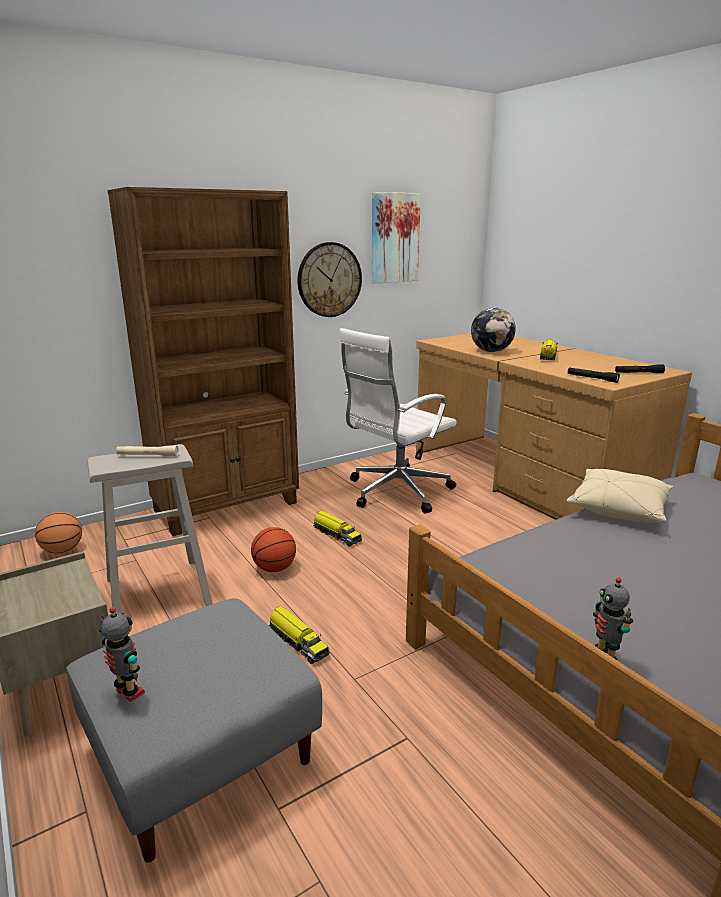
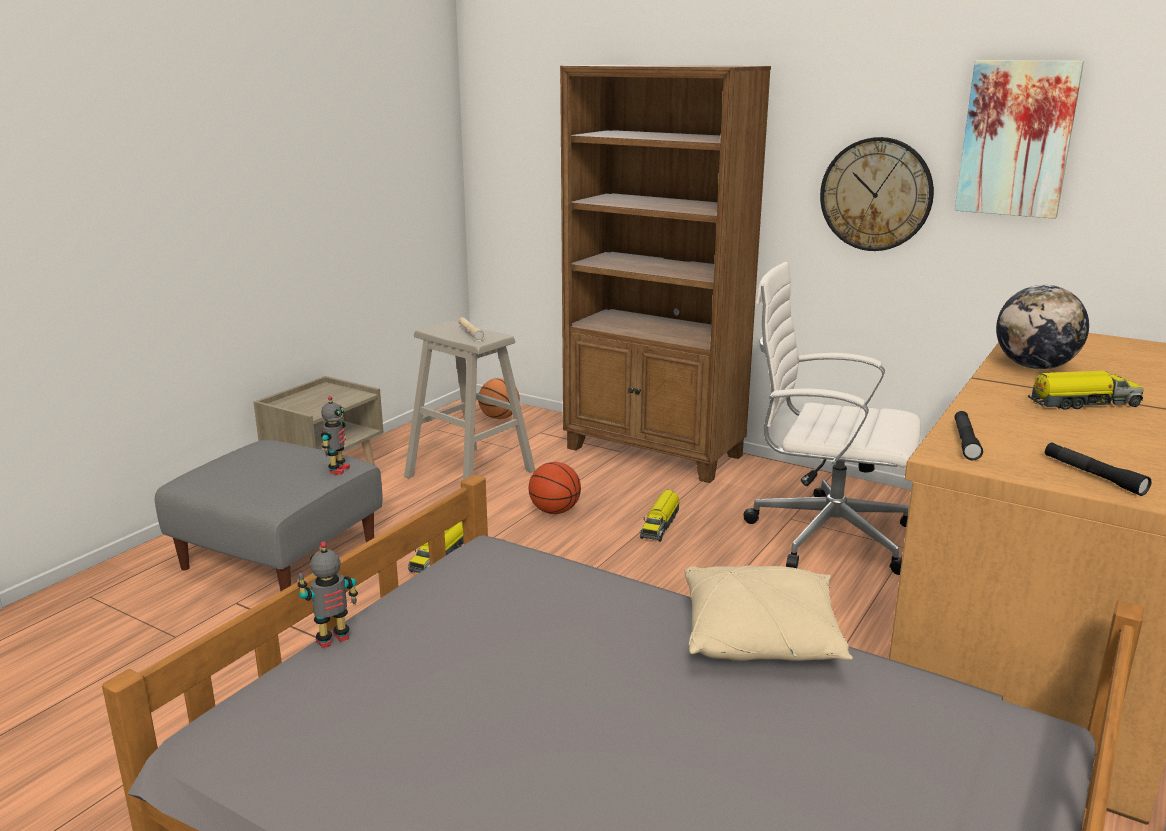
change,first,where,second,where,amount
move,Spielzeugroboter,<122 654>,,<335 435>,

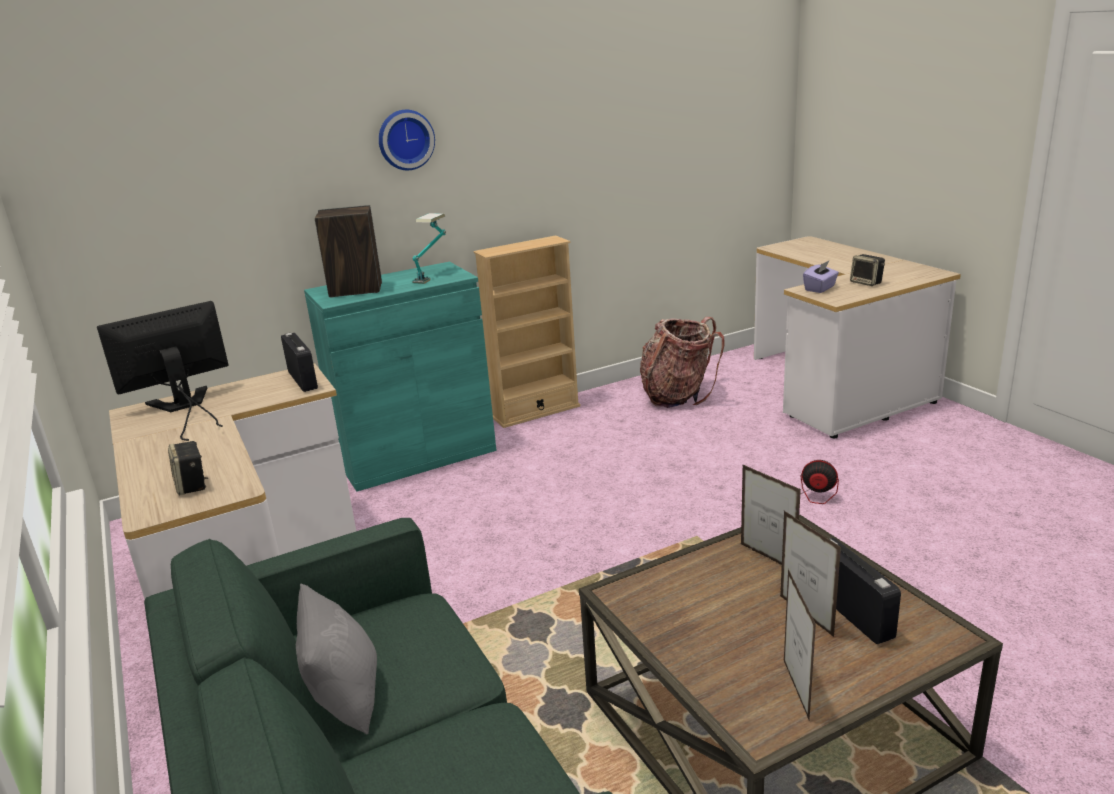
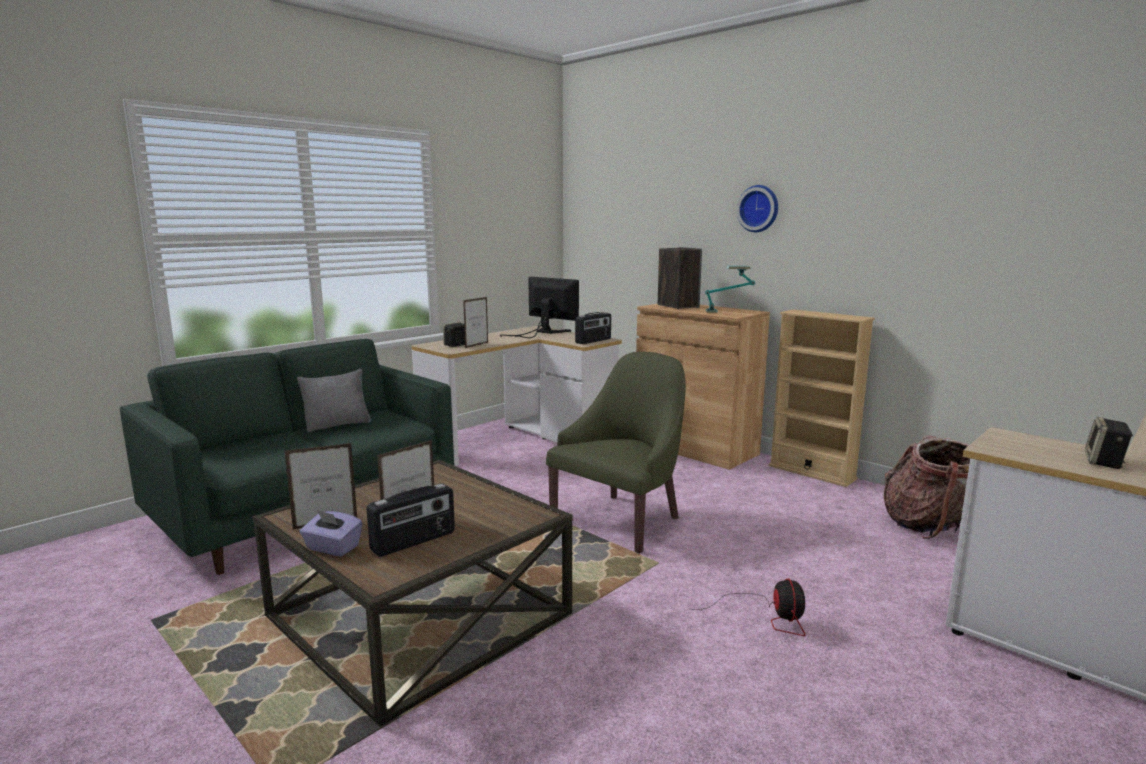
change,first,where,second,where,amount
move,Taschentuchbox [lila],<821 277>,,<331 533>,
recolor,Schrank [türkis],<400 377>,Schrank [braun],<703 387>,
move,Bilderrahmen,<771 514>,,<475 322>,
insert,,,Sessel [grün],<616 452>,

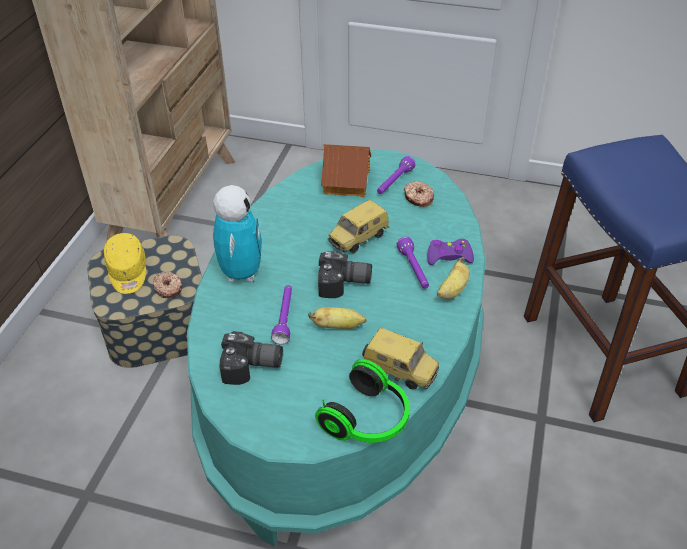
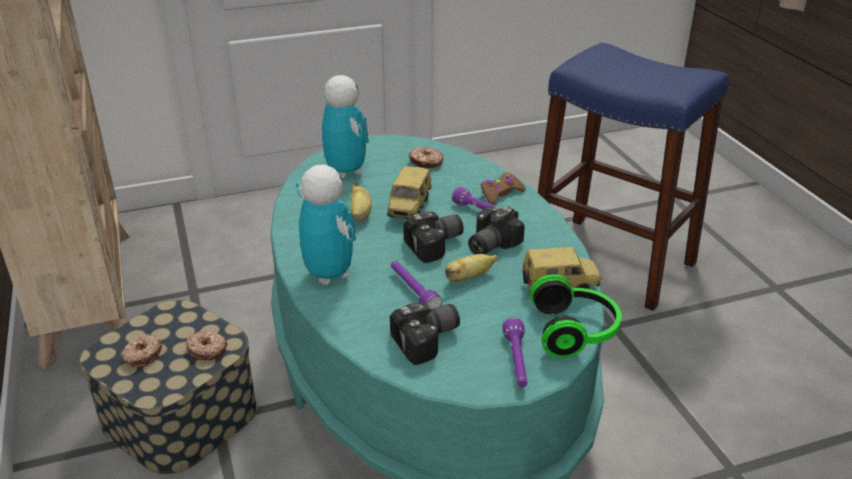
change,first,where,second,where,amount
replace,Spielzeughaus,<346 170>,Spielzeugroboter,<345 126>,
move,Taschenlampe [lila],<396 175>,,<515 352>,
replace,Kappe [gelb],<125 263>,Donut,<142 351>,
recolor,Gamepad [lila],<451 252>,Gamepad [braun],<503 189>,
move,Banane,<453 278>,,<361 201>,
insert,,,Kamera,<496 230>,

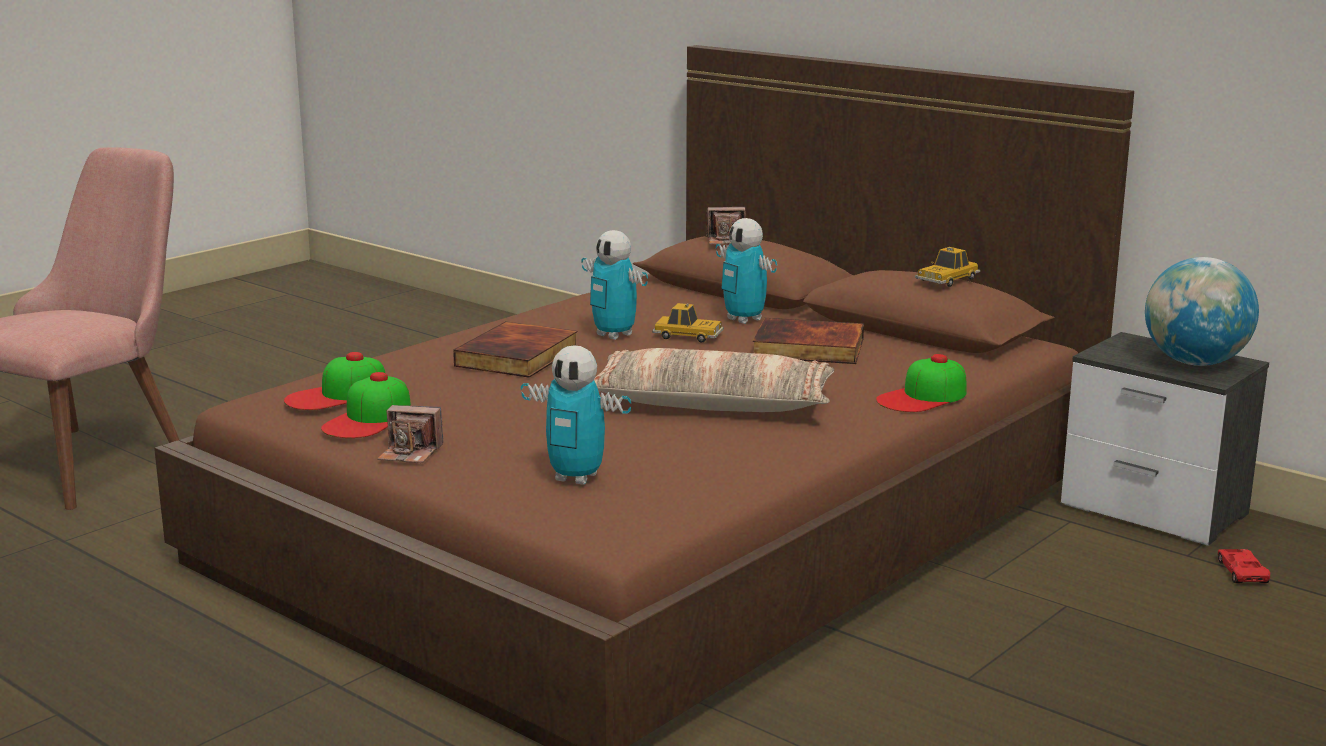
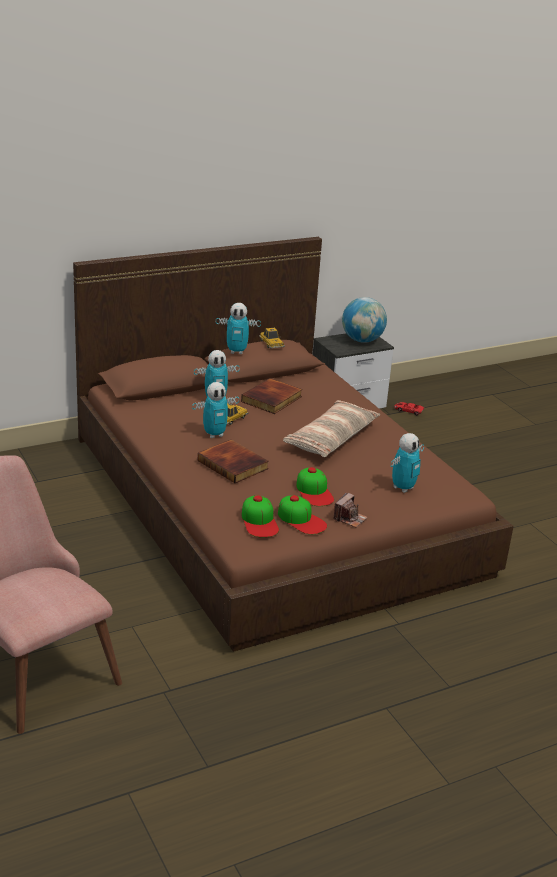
change,first,where,second,where,amount
delete,Kamera,<725 225>,,,
move,Kappe,<921 383>,,<315 486>,
insert,,,Spielzeugroboter,<238 328>,

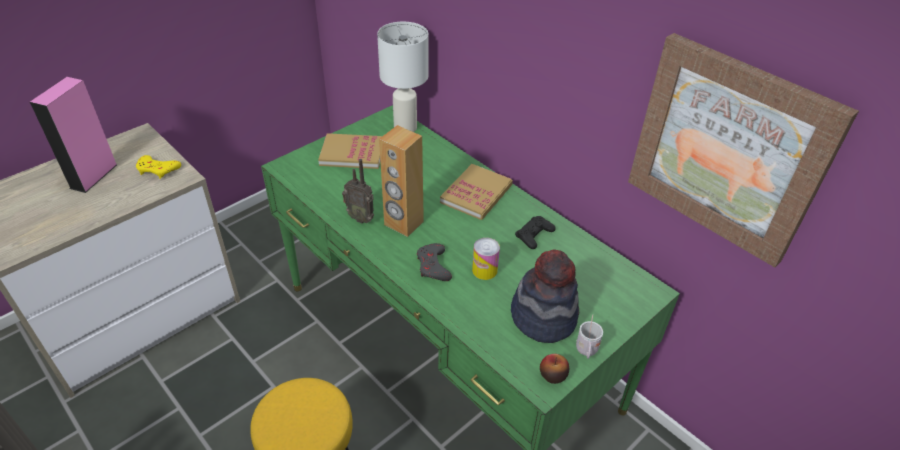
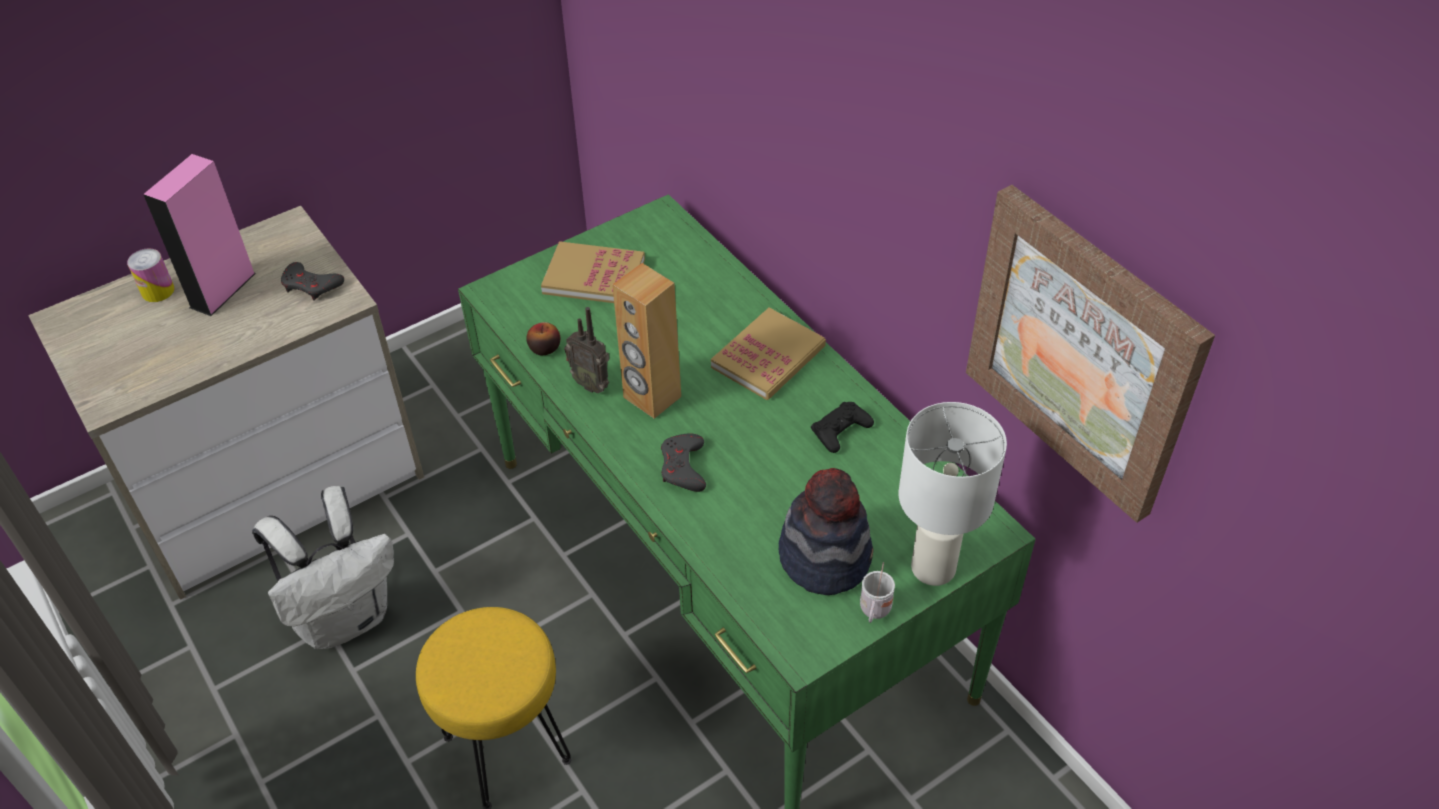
change,first,where,second,where,amount
move,Tischlampe [weiß],<402 77>,,<953 494>,
recolor,Gamepad [gelb],<158 167>,Gamepad [grau],<312 281>,
move,Dose,<486 259>,,<151 275>,
move,Apfel,<554 369>,,<543 338>,
insert,,,Rucksack [weiß],<323 567>,

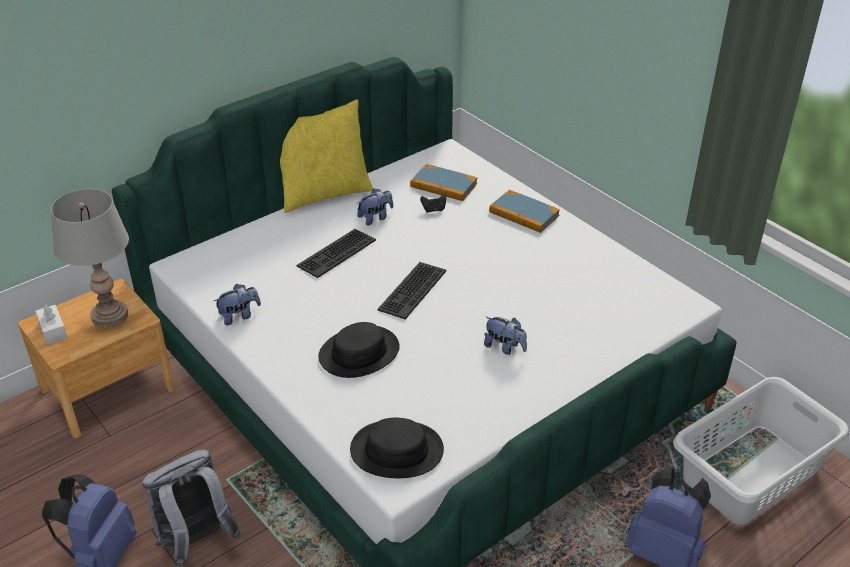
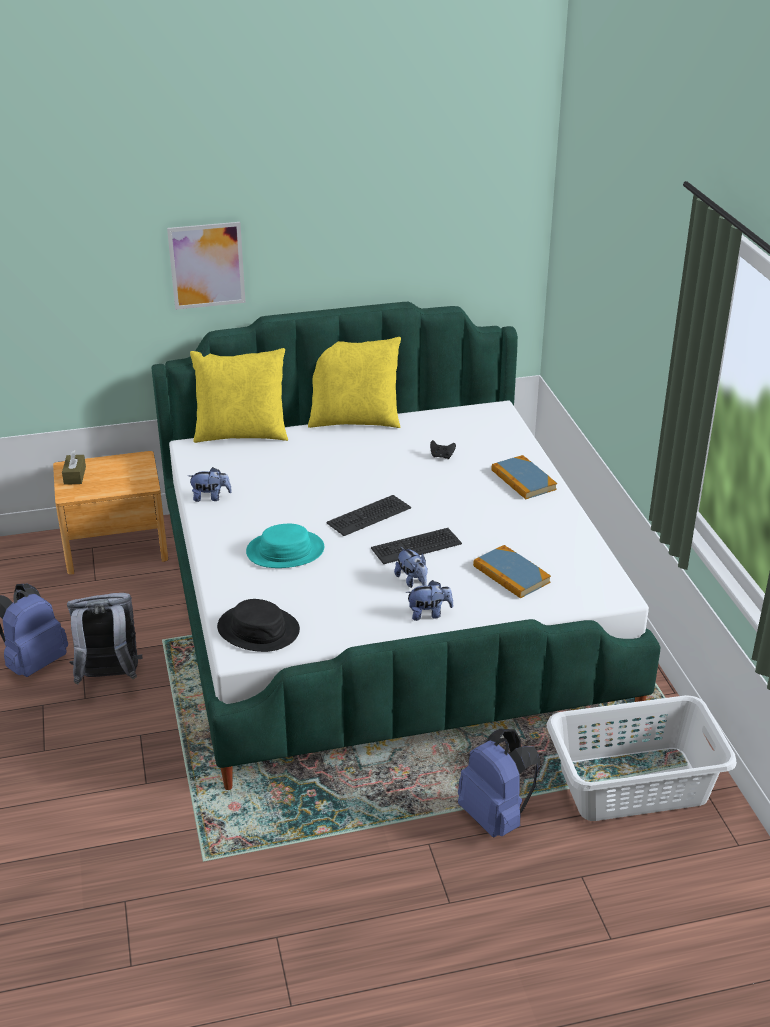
change,first,where,second,where,amount
move,Buch,<443 182>,,<512 572>,
delete,Tischlampe [grau],<90 258>,,,
move,Plüschtier,<375 207>,,<429 600>,
move,Tastatur,<336 253>,,<416 546>,
recolor,Taschentuchbox [weiß],<51 324>,Taschentuchbox [braun],<74 467>,
recolor,Hut [schwarz],<359 350>,Hut [türkis],<285 546>,
insert,,,Bild,<206 266>,
insert,,,Kissen [gelb],<239 395>,

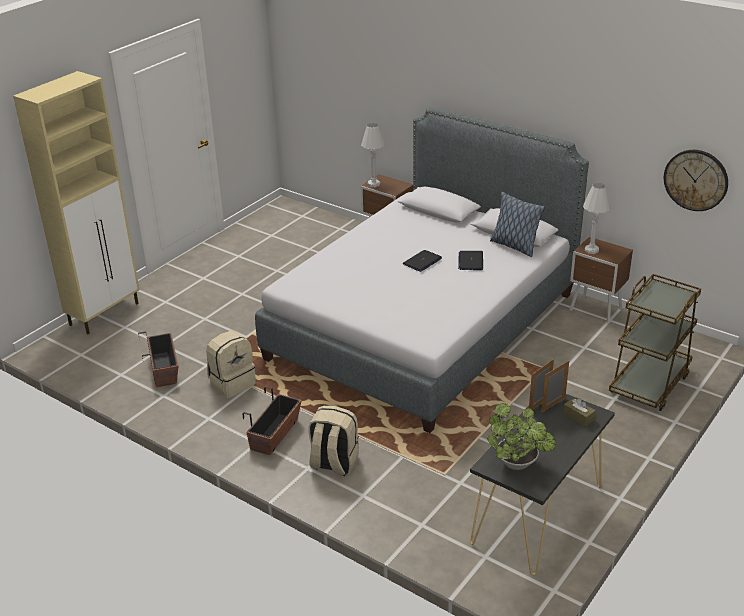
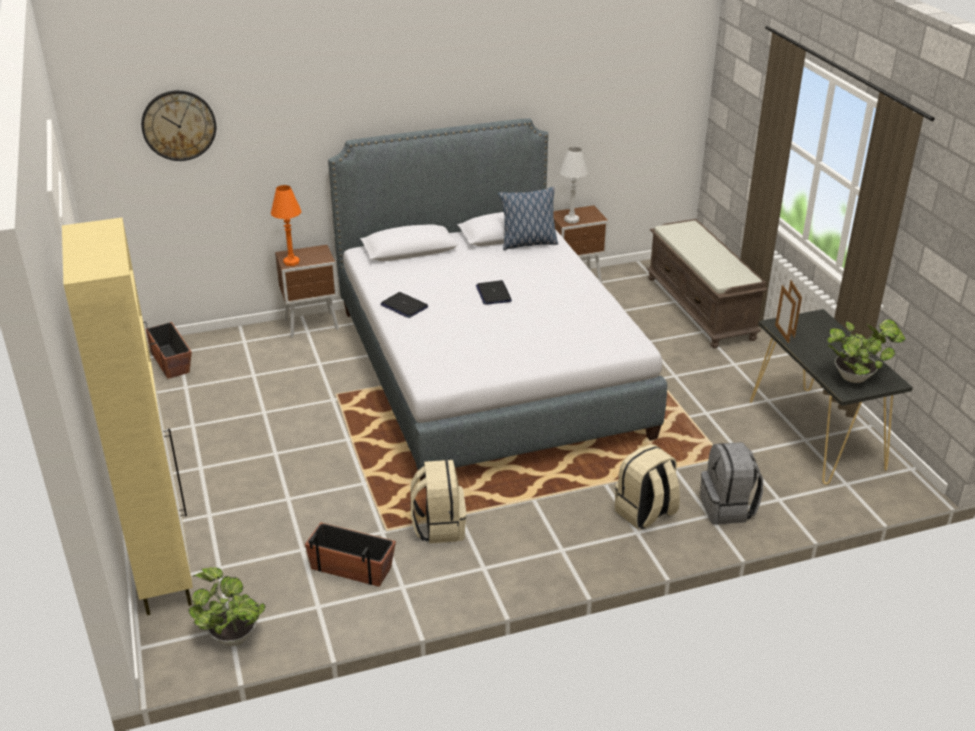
change,first,where,second,where,amount
recolor,Tischlampe [weiß],<373 155>,Tischlampe [orange],<286 225>,
move,Wanduhr,<696 180>,,<178 125>,
move,Laptop,<470 260>,,<404 305>,
replace,Rollwagen [braun],<655 342>,Bank [braun],<707 283>,
move,Pflanzkübel,<272 421>,,<167 350>,
delete,Taschentuchbox [braun],<579 412>,,,
insert,,,Rucksack [grau],<731 483>,
insert,,,Topfpflanze,<226 606>,

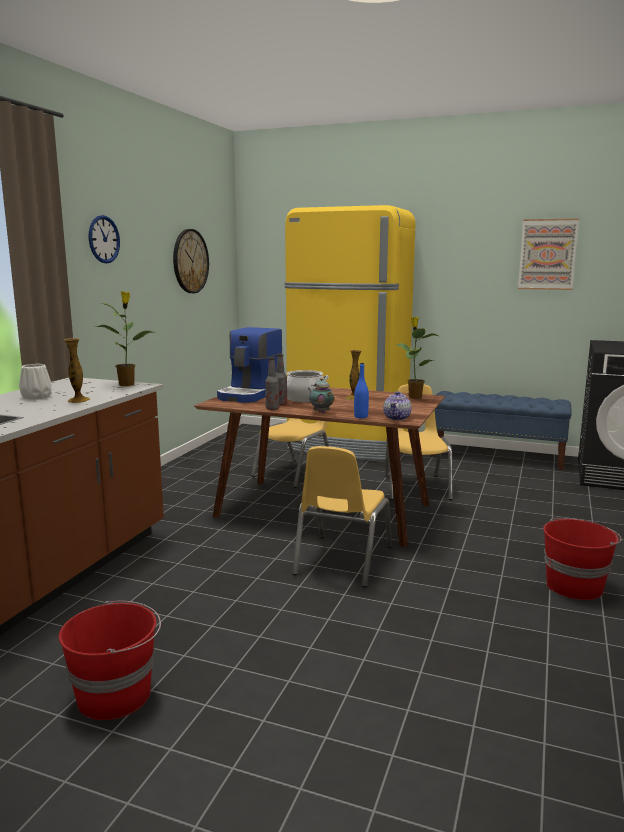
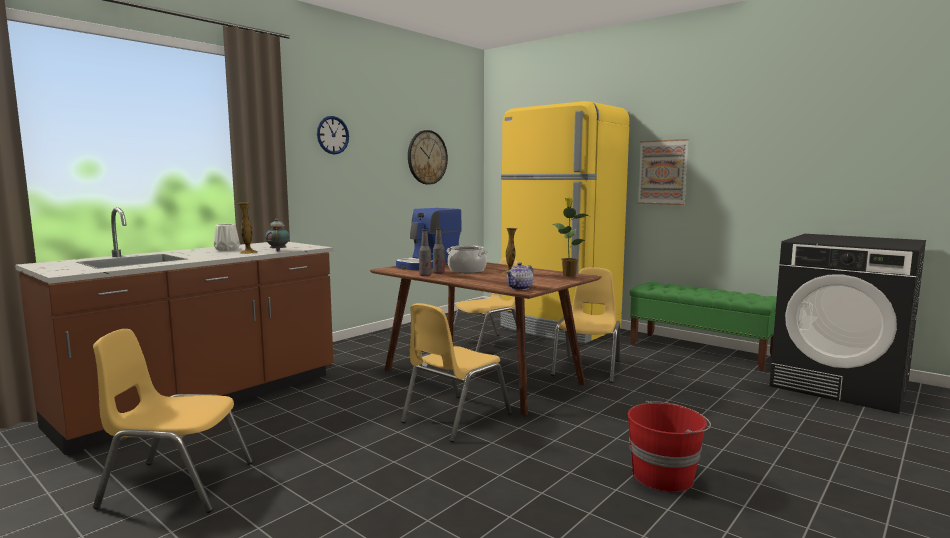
change,first,where,second,where,amount
move,Bild,<548 254>,,<663 172>,
delete,Topfpflanze,<125 339>,,,
delete,Flasche [blau],<361 390>,,,
move,Teekanne,<321 395>,,<277 235>,
recolor,Bank [blau],<501 431>,Bank [grün],<703 326>,
replace,Eimer [rot],<110 660>,Stuhl [gelb],<173 421>,

